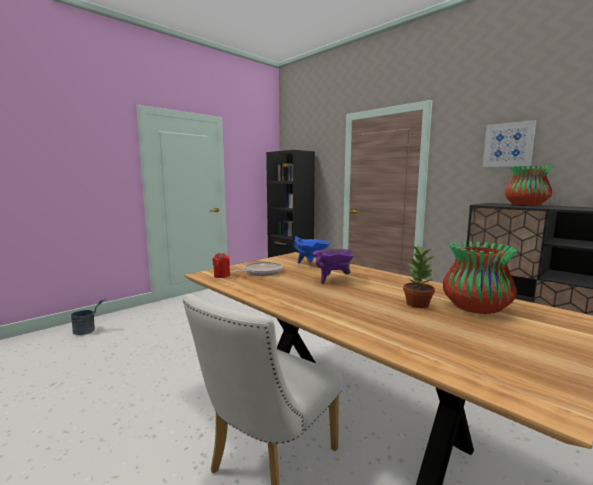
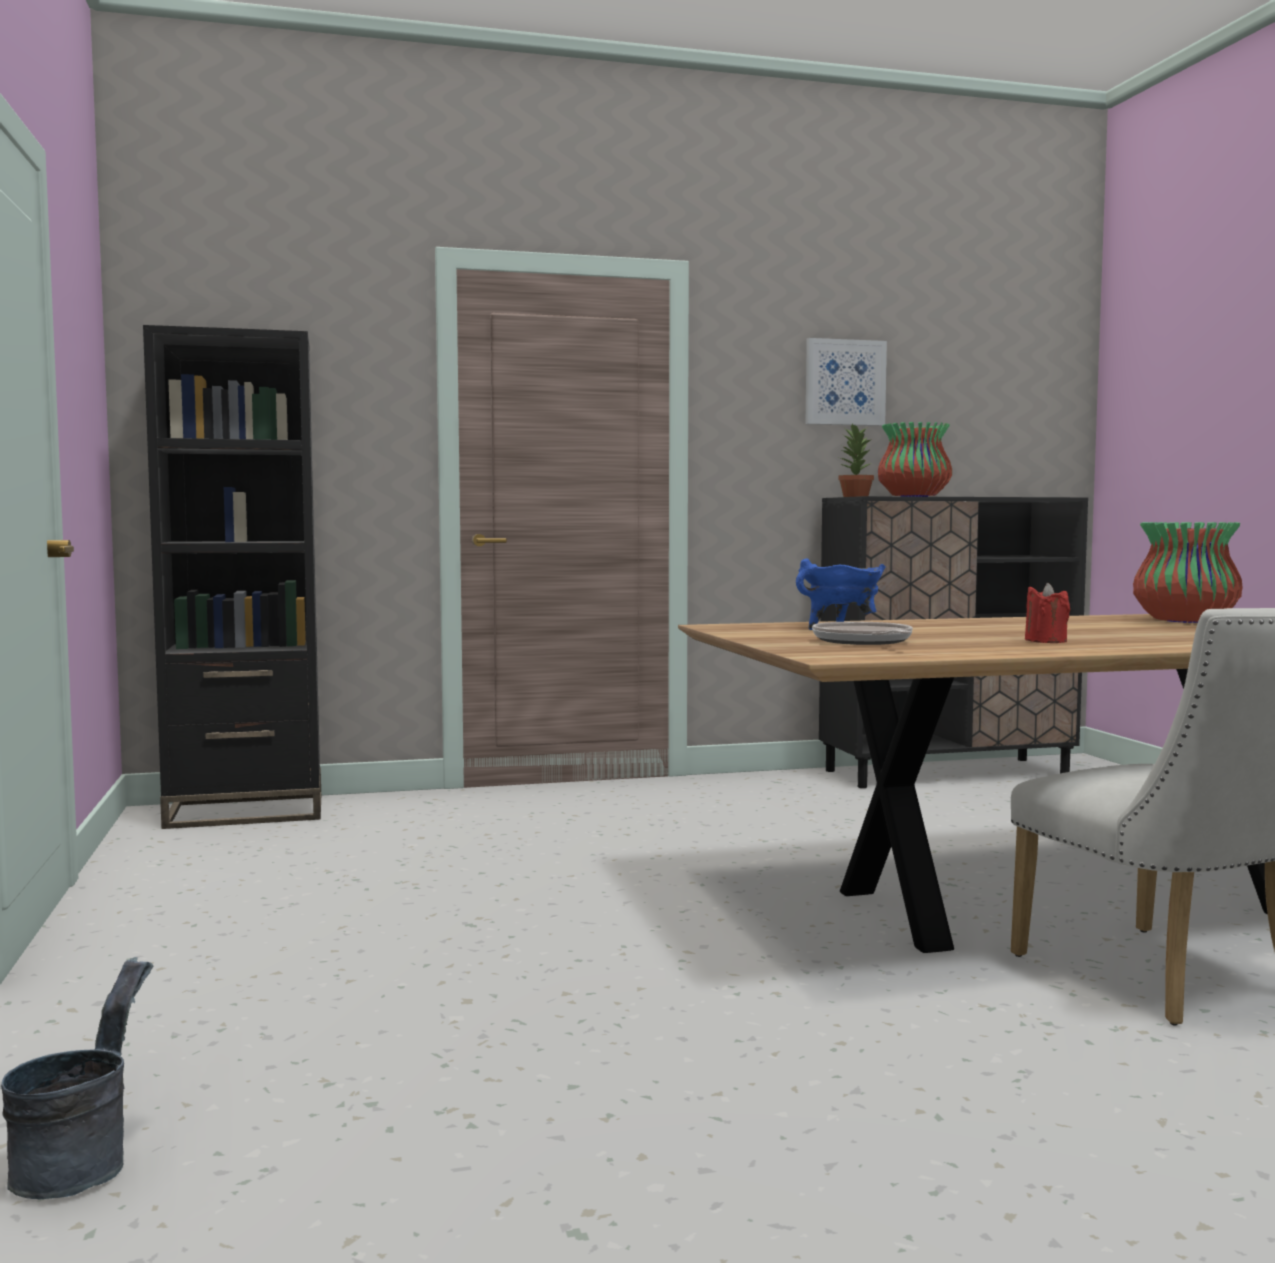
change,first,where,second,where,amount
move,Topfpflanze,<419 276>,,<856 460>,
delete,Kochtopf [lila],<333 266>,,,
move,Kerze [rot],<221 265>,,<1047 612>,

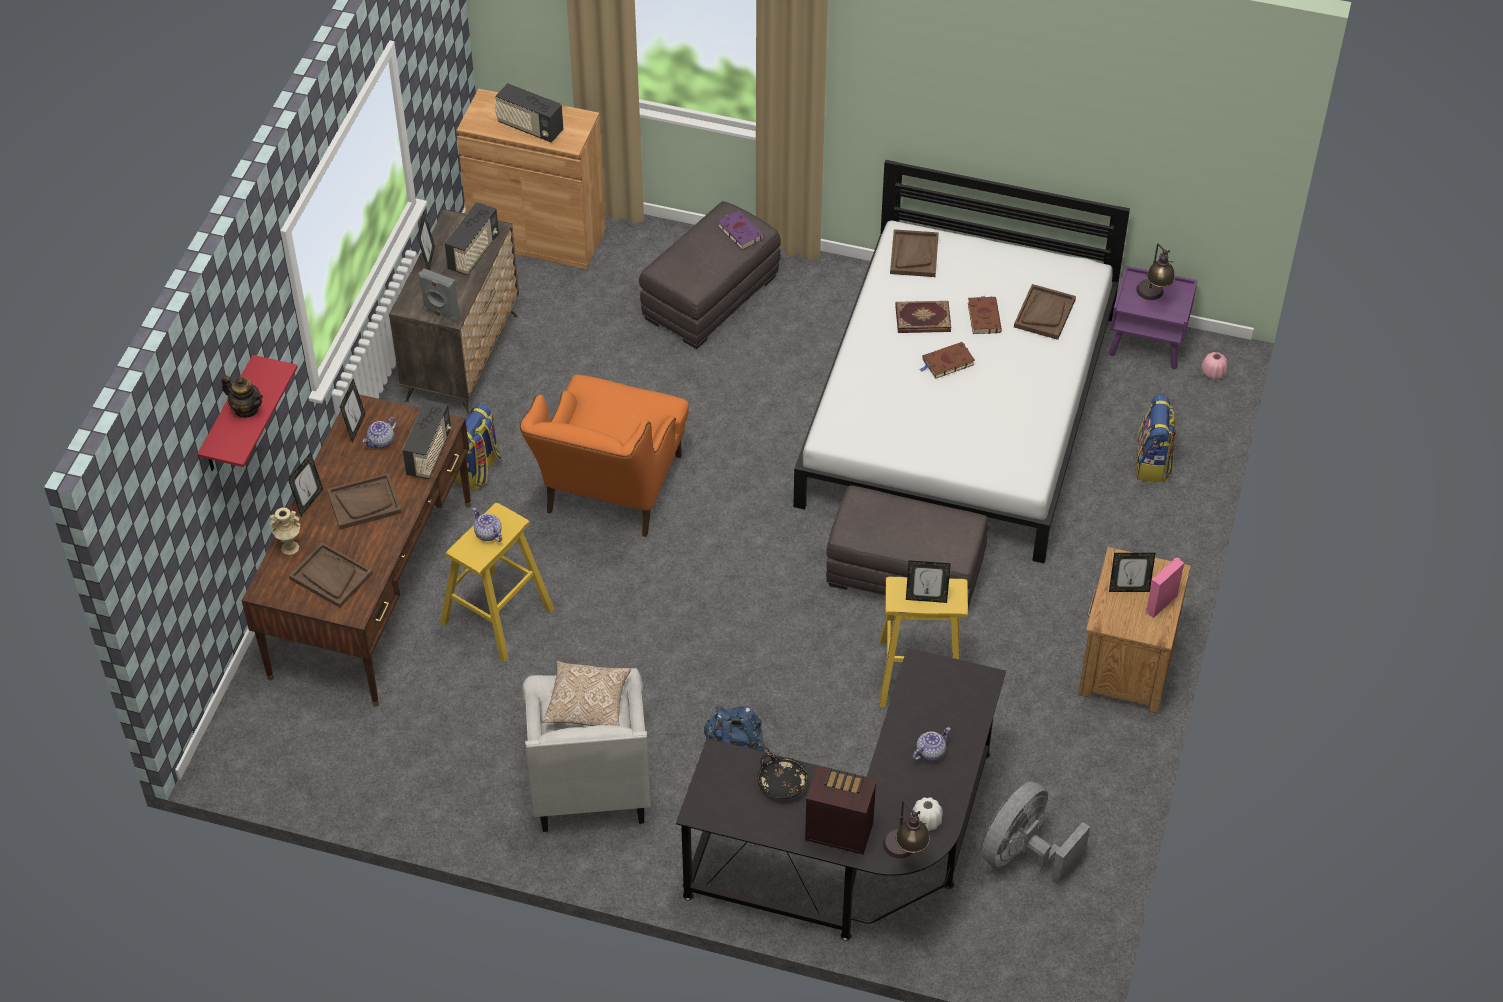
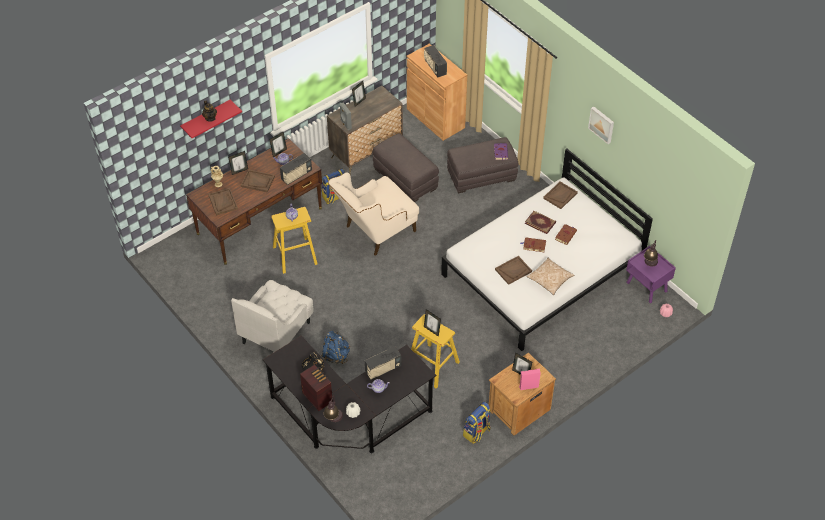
change,first,where,second,where,amount
move,Radio,<472 238>,,<383 363>,
move,Tablett [braun],<1045 312>,,<513 270>,
recolor,Sessel [orange],<604 456>,Sessel [beige],<373 214>,
move,Rucksack,<1156 438>,,<477 423>,
move,Polsterhocker [grau],<907 547>,,<405 167>,
move,Kissen,<586 693>,,<550 276>,
delete,Ventilator [grau],<1036 833>,,,
insert,,,Bild,<601 125>,

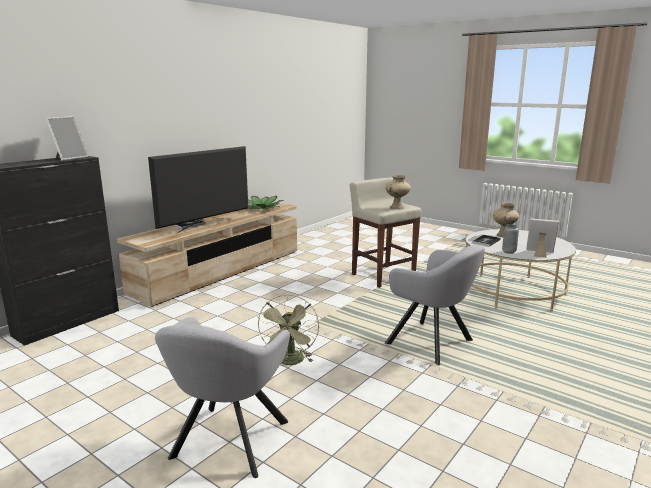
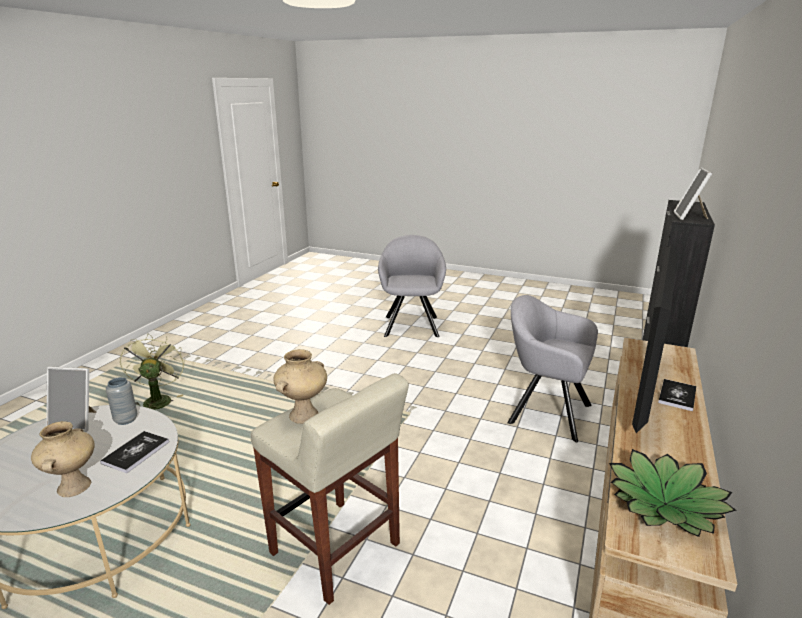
change,first,where,second,where,amount
move,Sessel [grau],<435 305>,,<552 368>,
move,Ventilator [grün],<288 329>,,<152 371>,

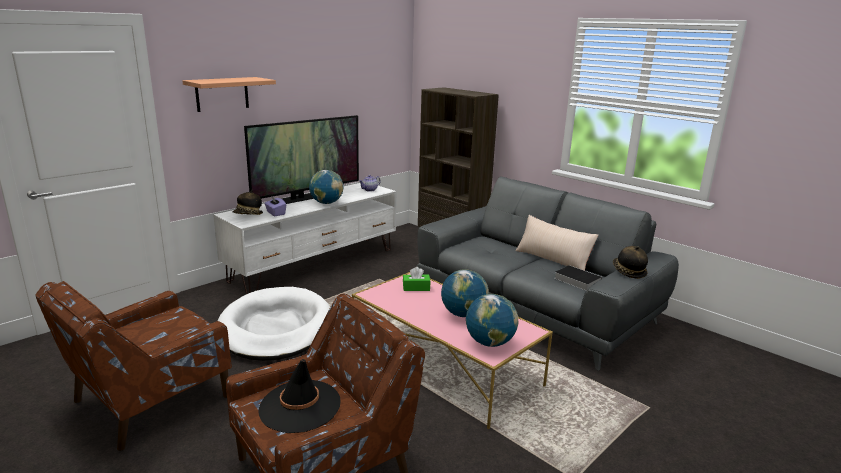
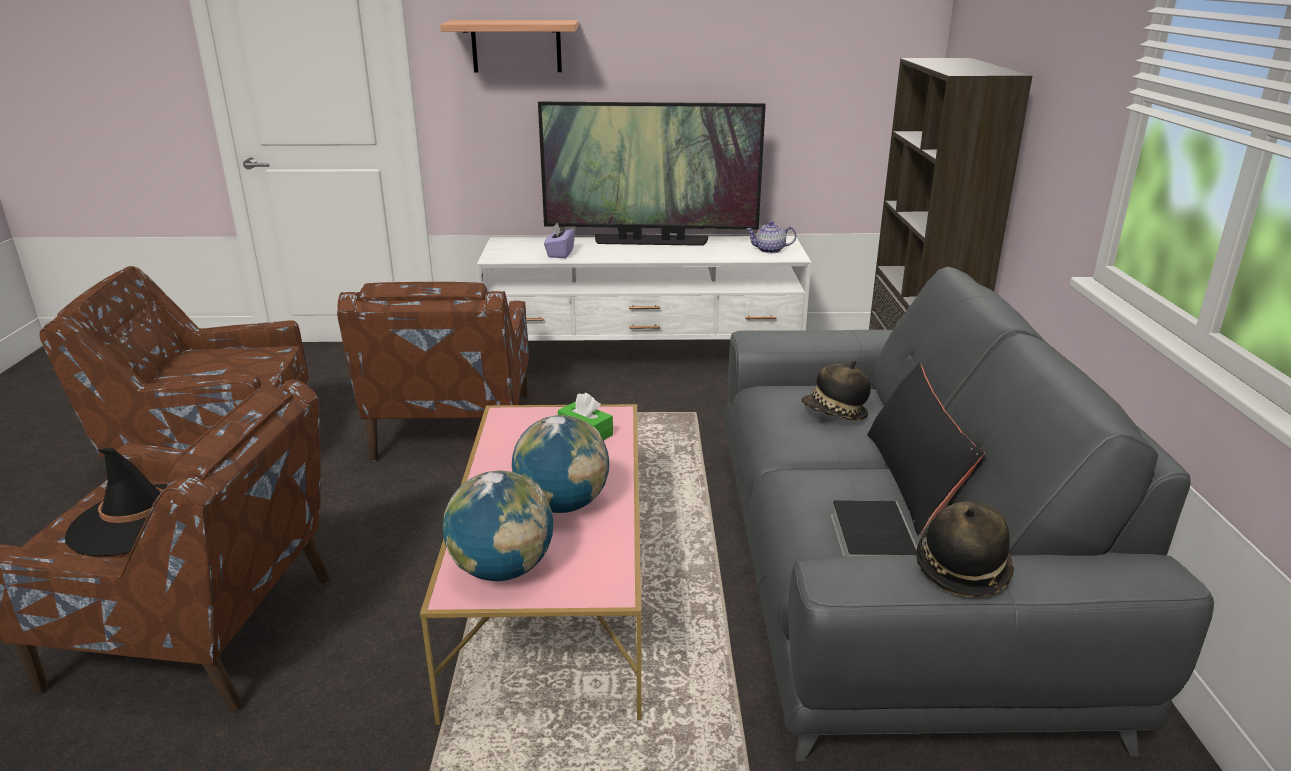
change,first,where,second,where,amount
delete,Globus,<326 187>,,,
move,Hut,<248 202>,,<836 391>,
recolor,Kissen [beige],<556 243>,Kissen [schwarz],<926 449>,
replace,Hundebett [weiß],<274 324>,Sessel [braun],<433 371>,

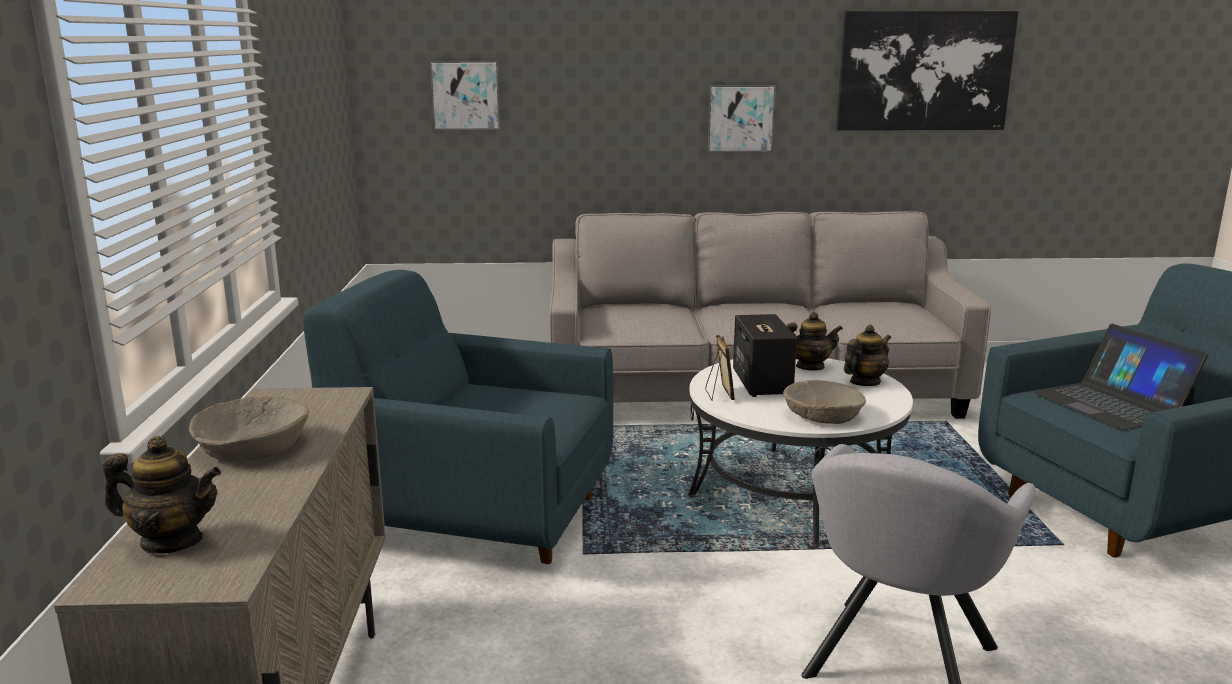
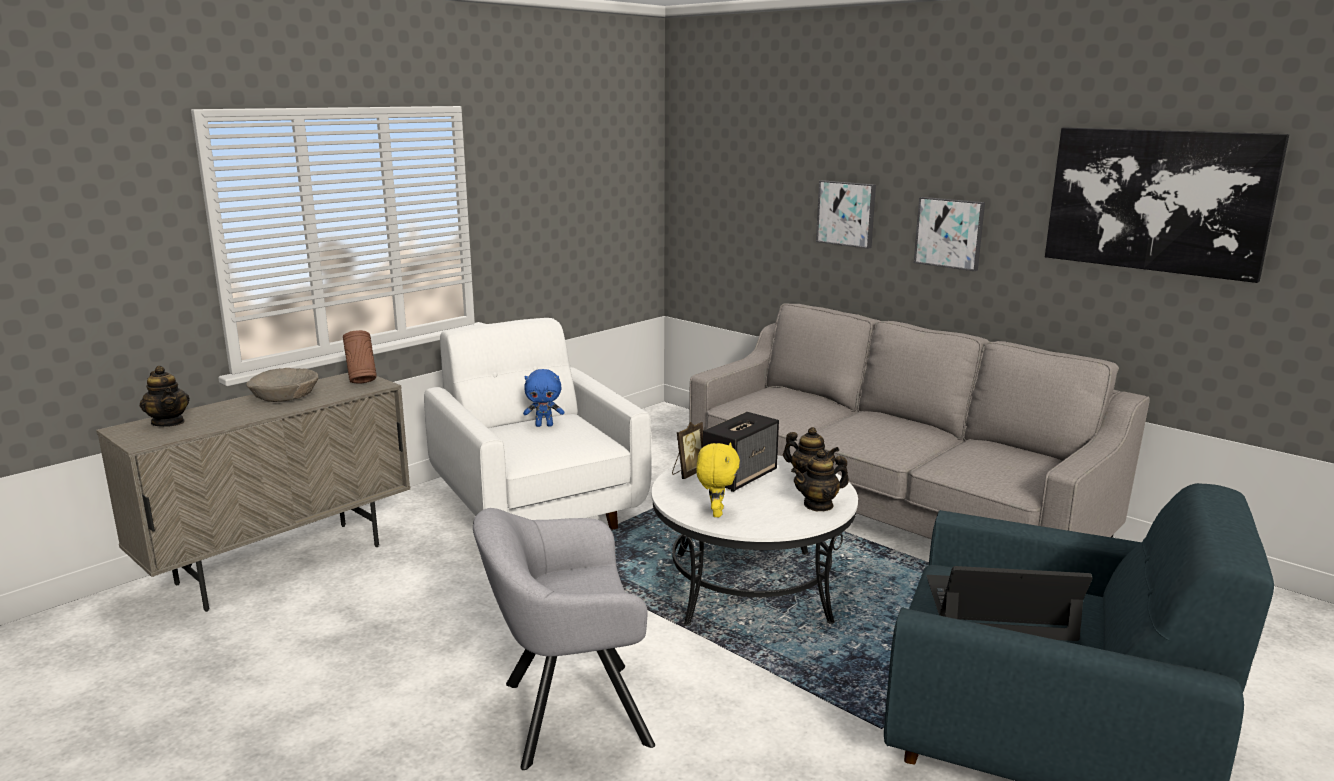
change,first,where,second,where,amount
move,Bild,<465 95>,,<846 214>,
recolor,Sessel [blau],<458 417>,Sessel [weiß],<537 423>,
rotate,Laptop,<1120 377>,,<1010 603>,75 degrees clockwise
rotate,Teekanne,<867 355>,,<820 480>,150 degrees clockwise
replace,Schüssel [beige],<824 402>,Plüschtier [gelb],<718 479>,
insert,,,Vase [braun],<360 357>,
insert,,,Plüschtier [blau],<543 398>,

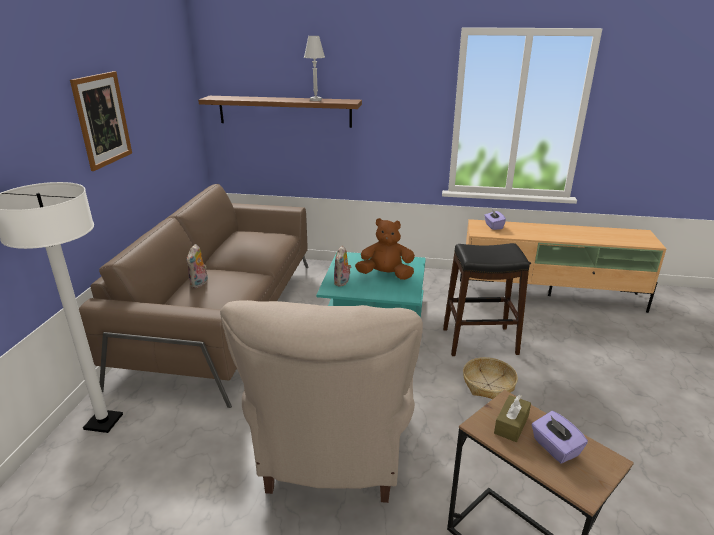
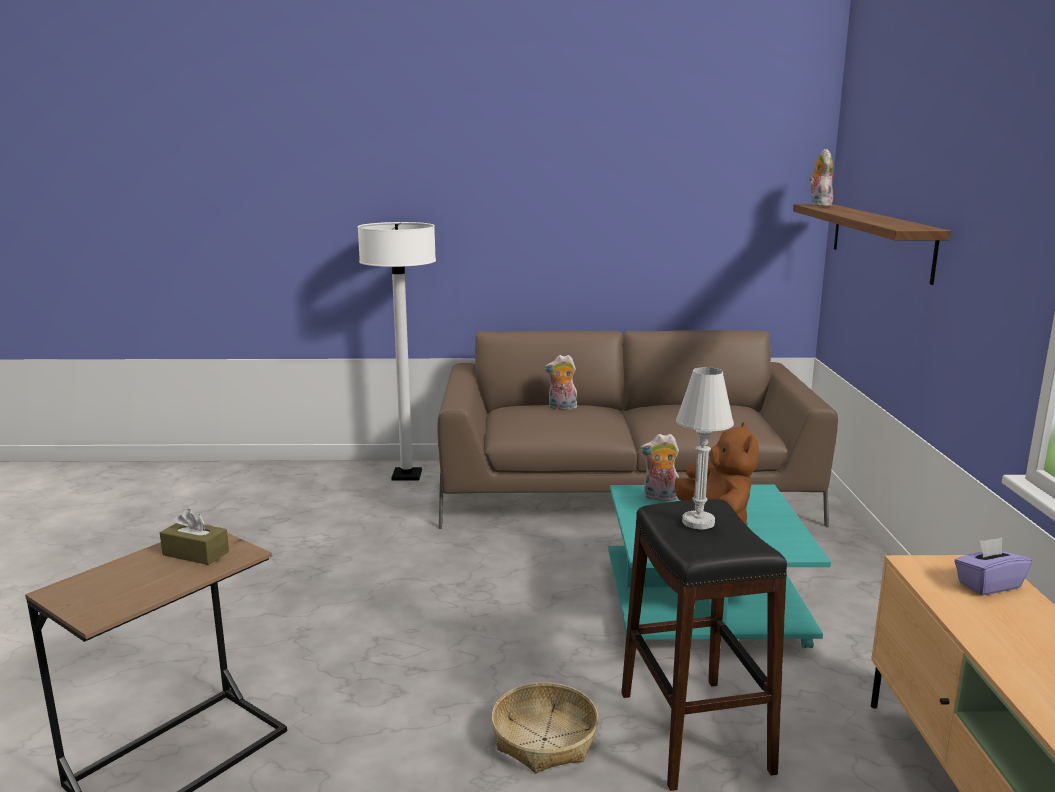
change,first,where,second,where,amount
move,Tischlampe [weiß],<314 68>,,<705 448>,
delete,Bild,<101 121>,,,
delete,Sessel [beige],<321 401>,,,
delete,Taschentuchbox [lila],<560 437>,,,
insert,,,Plüschtier,<821 178>,

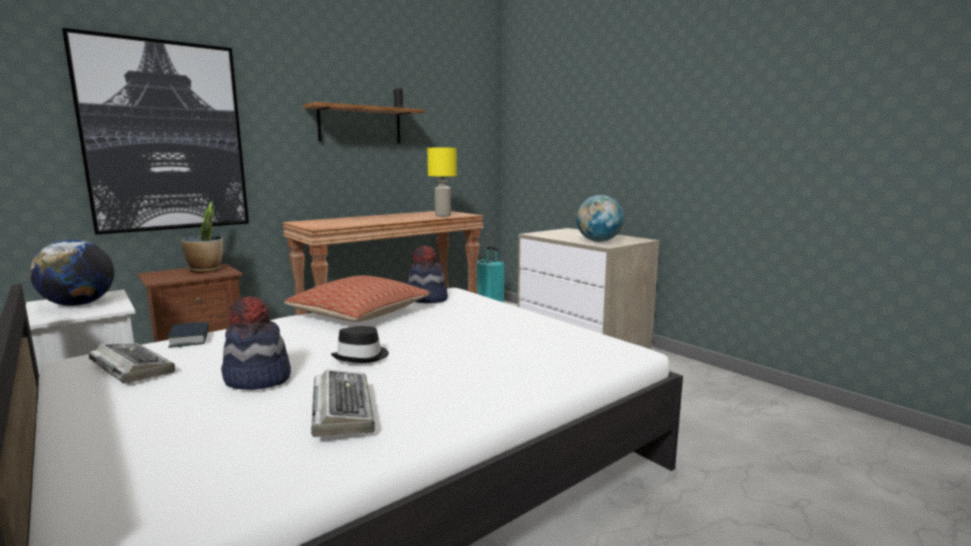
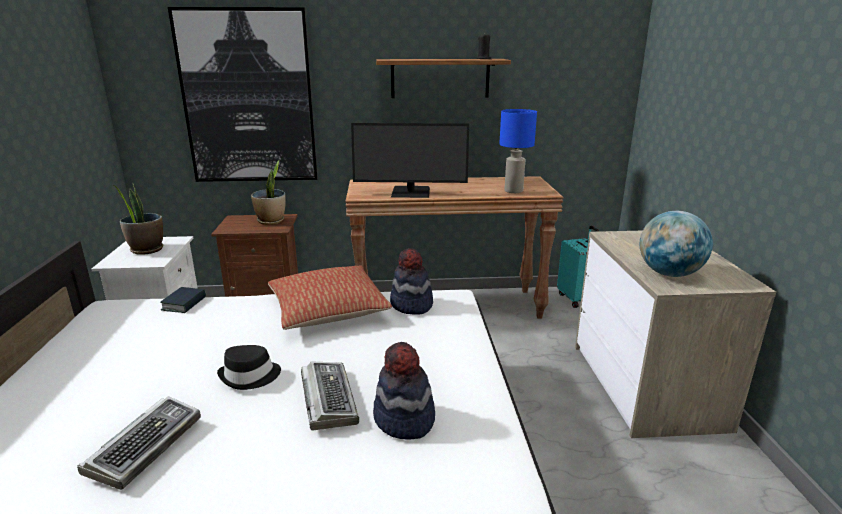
change,first,where,second,where,amount
recolor,Tischlampe [gelb],<442 182>,Tischlampe [blau],<518 151>,
replace,Globus,<72 273>,Topfpflanze,<138 219>,
move,Hut,<256 343>,,<404 390>,
move,Tastatur,<132 363>,,<330 395>,
insert,,,Monitor,<410 160>,

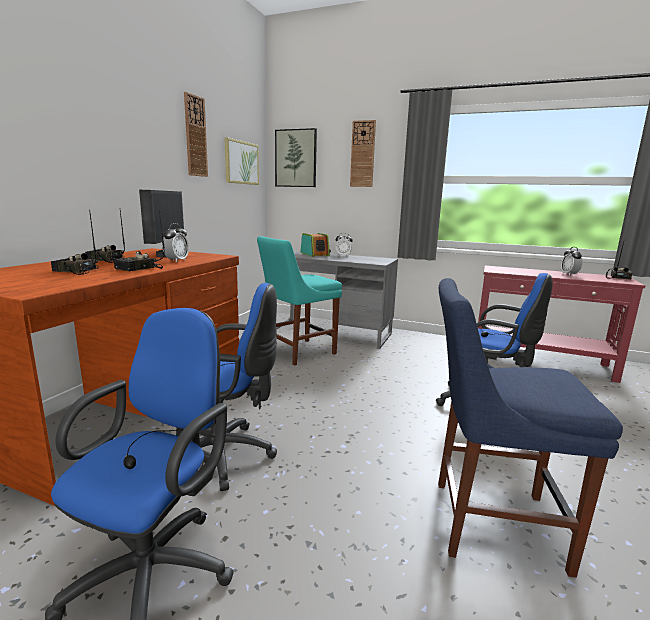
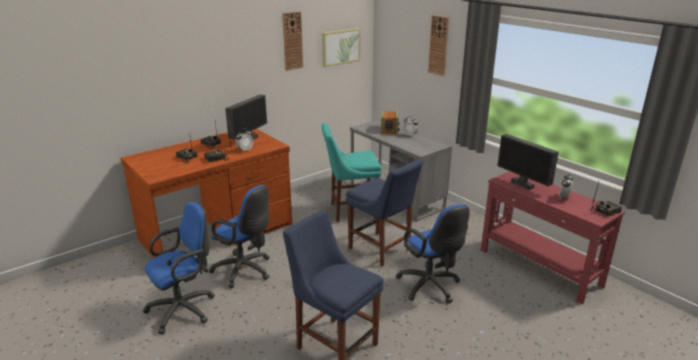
change,first,where,second,where,amount
delete,Bild,<296 157>,,,
insert,,,Monitor,<528 162>,
insert,,,Stuhl [blau],<384 213>,

